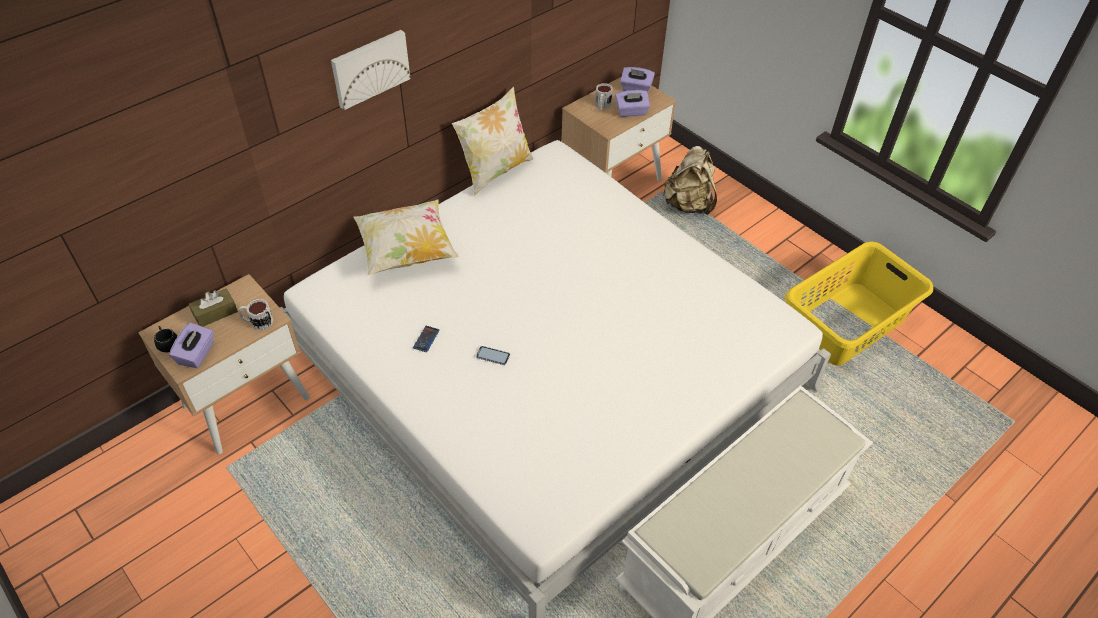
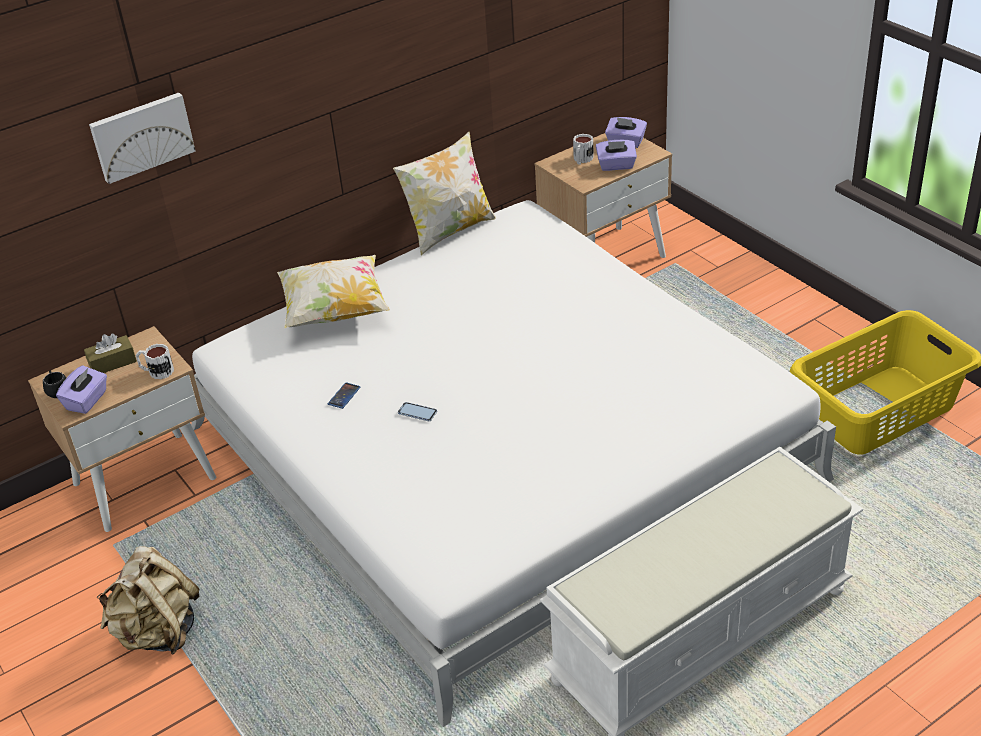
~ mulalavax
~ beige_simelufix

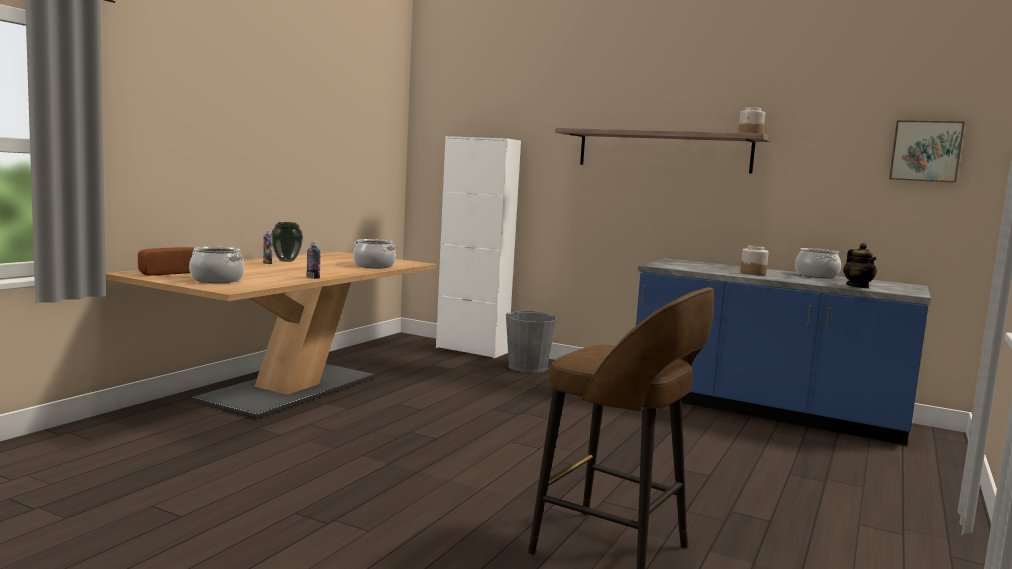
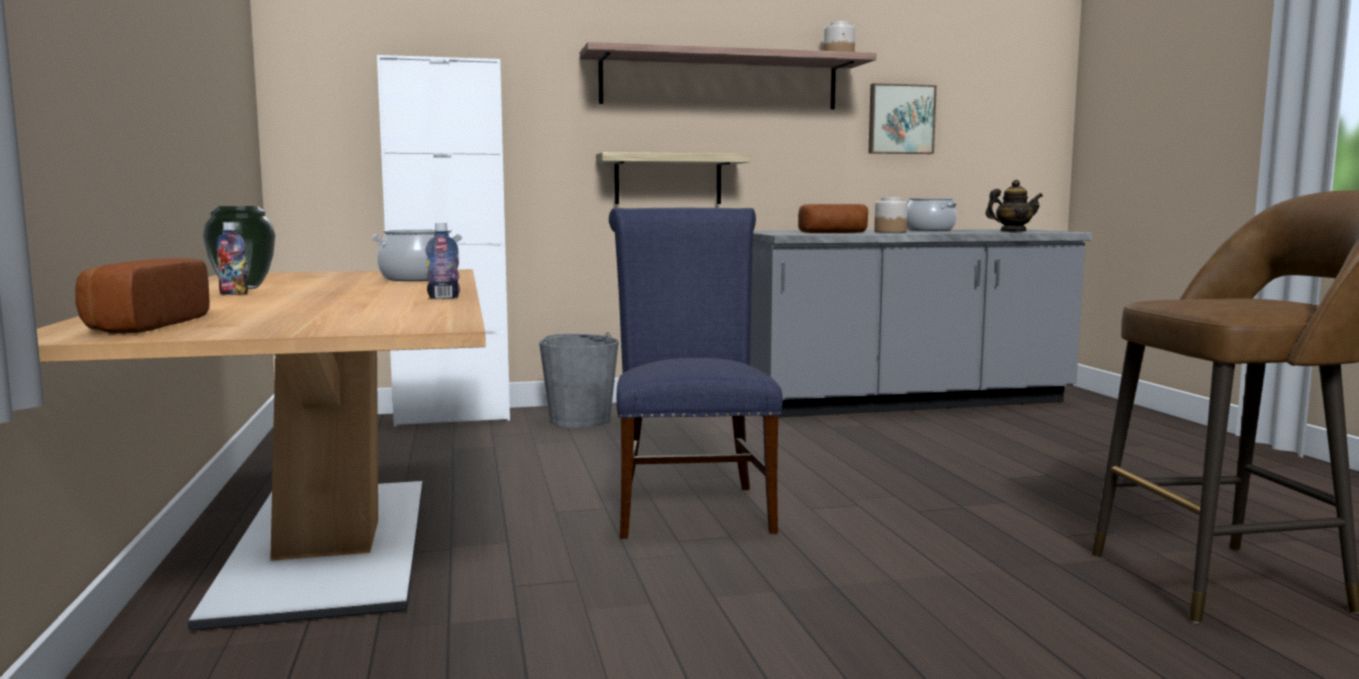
- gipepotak (no. 1 from left)
~ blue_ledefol to grey_ledefol
~ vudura 45 degrees counterclockwise
~ mulalavax
+ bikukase (no. 1 from left)
+ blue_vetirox
+ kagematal (no. 2 from left)

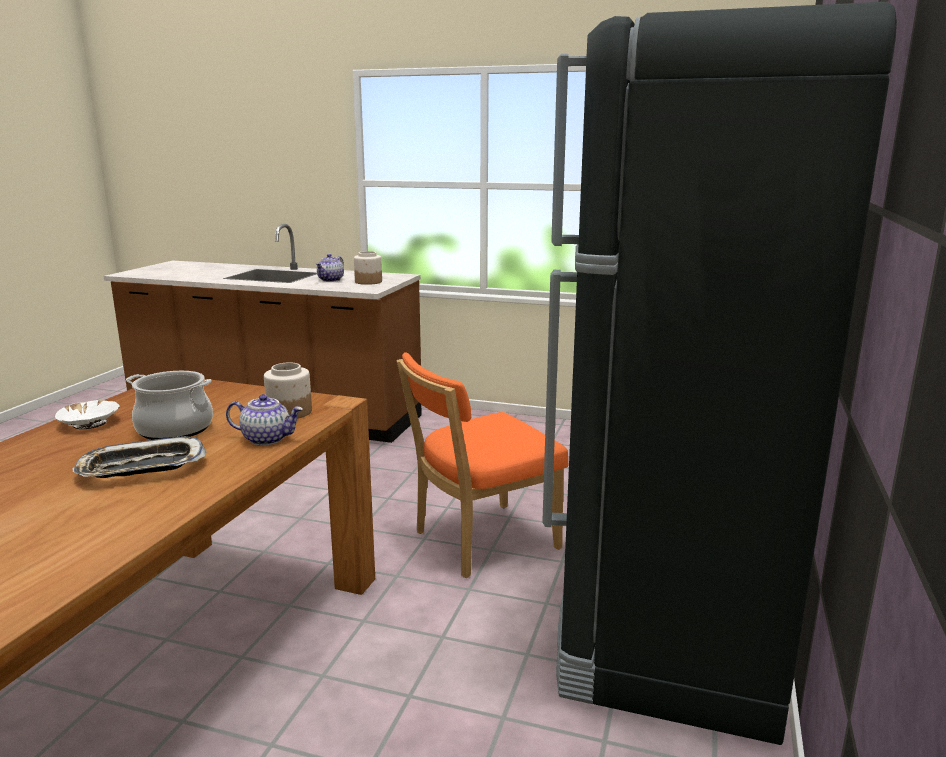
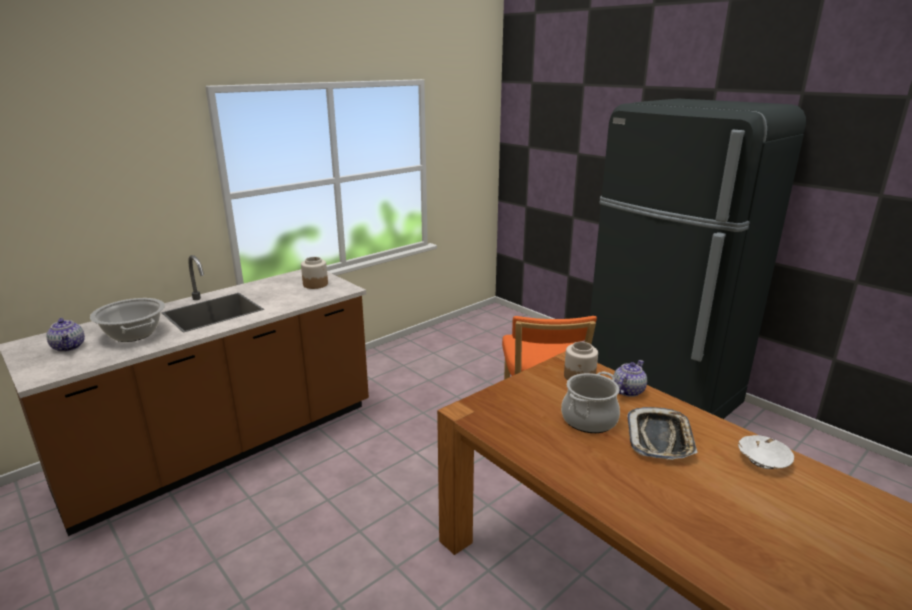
~ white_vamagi
~ vudura (no. 2 from left in the first image) to vudura (no. 1 from left)
+ gipepotak (no. 1 from left)

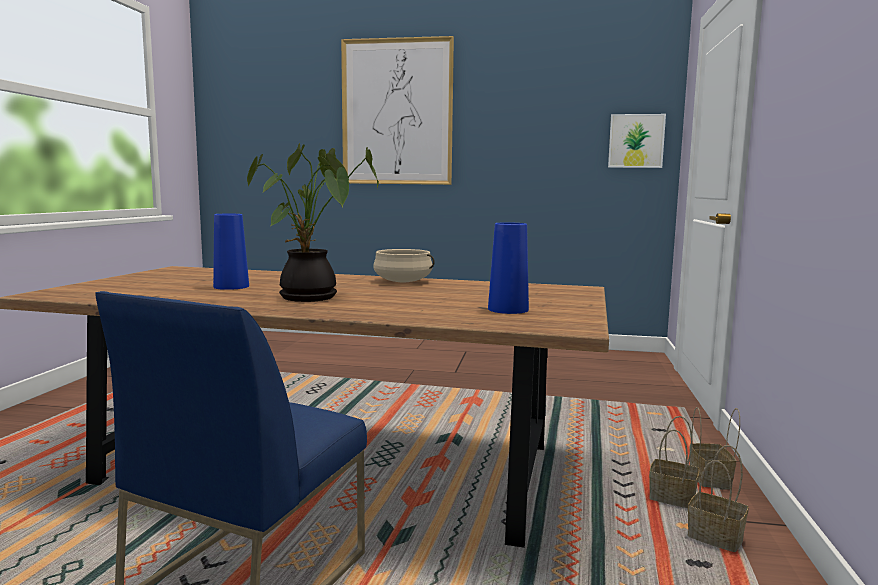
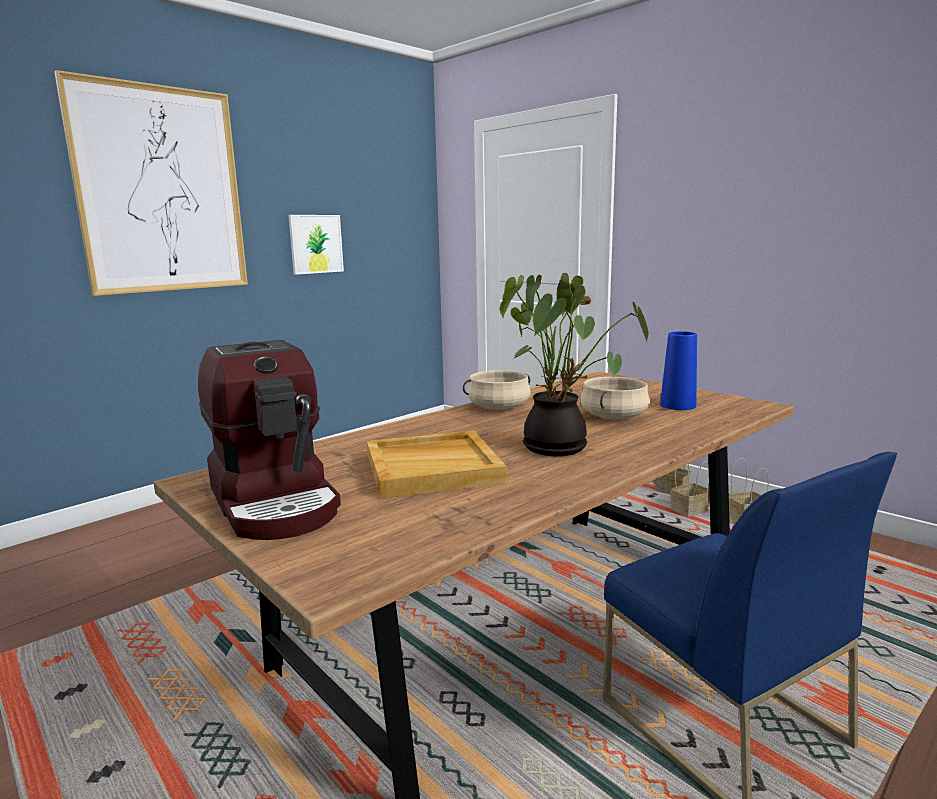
~ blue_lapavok (no. 1 from left) to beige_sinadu
~ mulalavax (no. 2 from left)
+ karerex
+ beige_gipepotak (no. 2 from left)

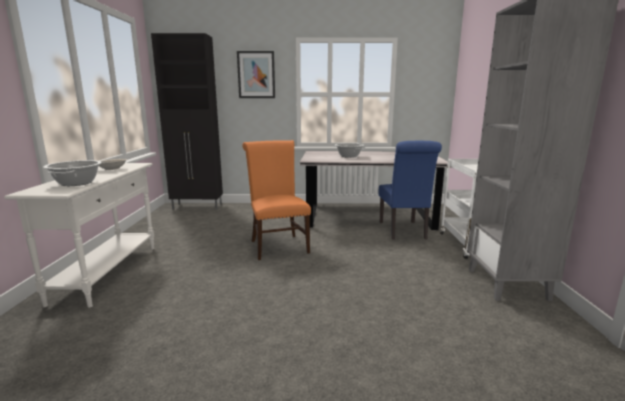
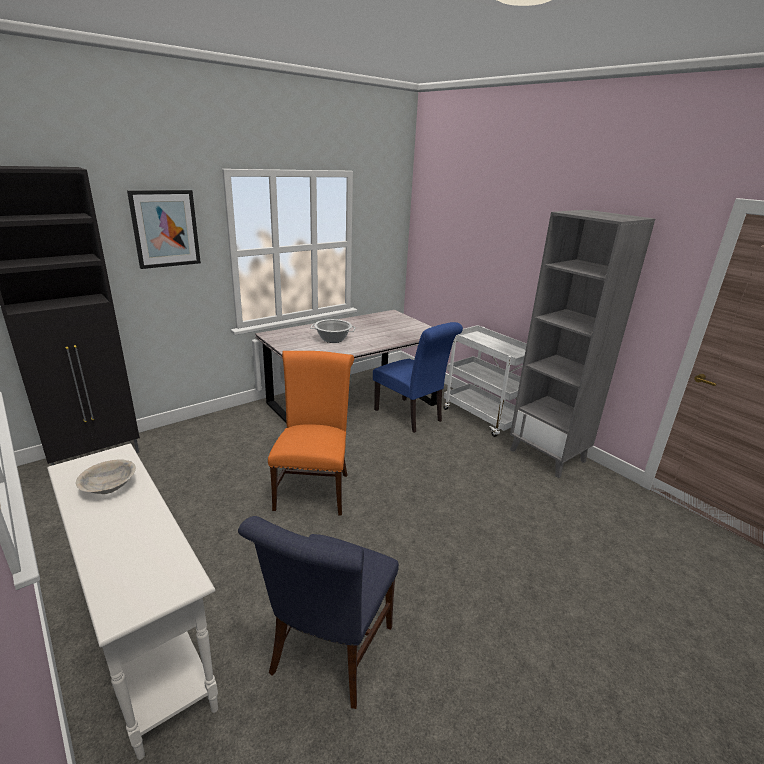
- gipepotak (no. 1 from left)
~ orange_vetirox 60 degrees clockwise
+ blue_vetirox (no. 1 from left)

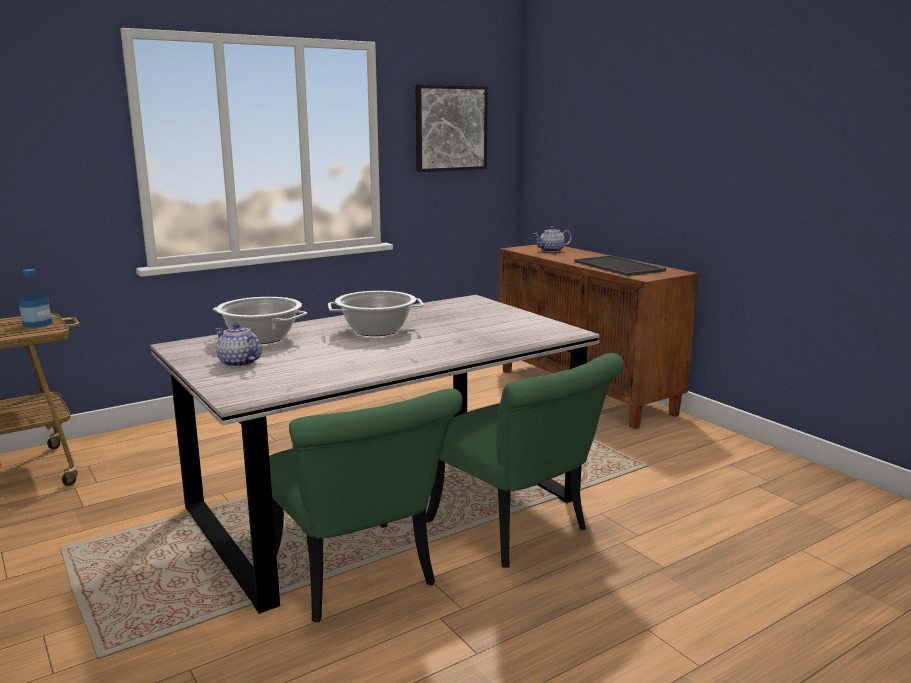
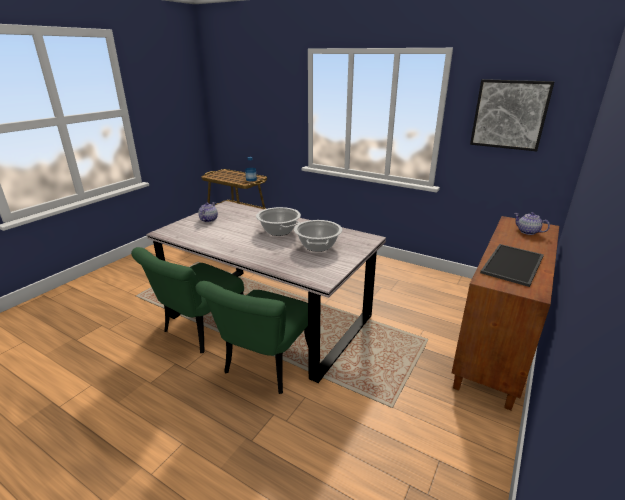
~ gipepotak (no. 1 from left in the first image) to gipepotak (no. 2 from left)

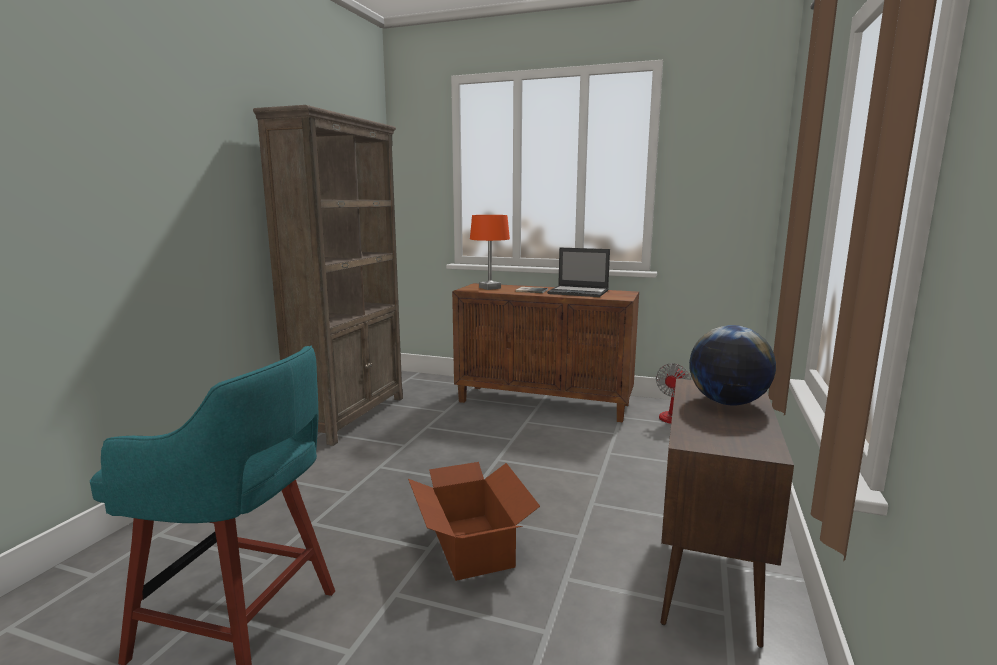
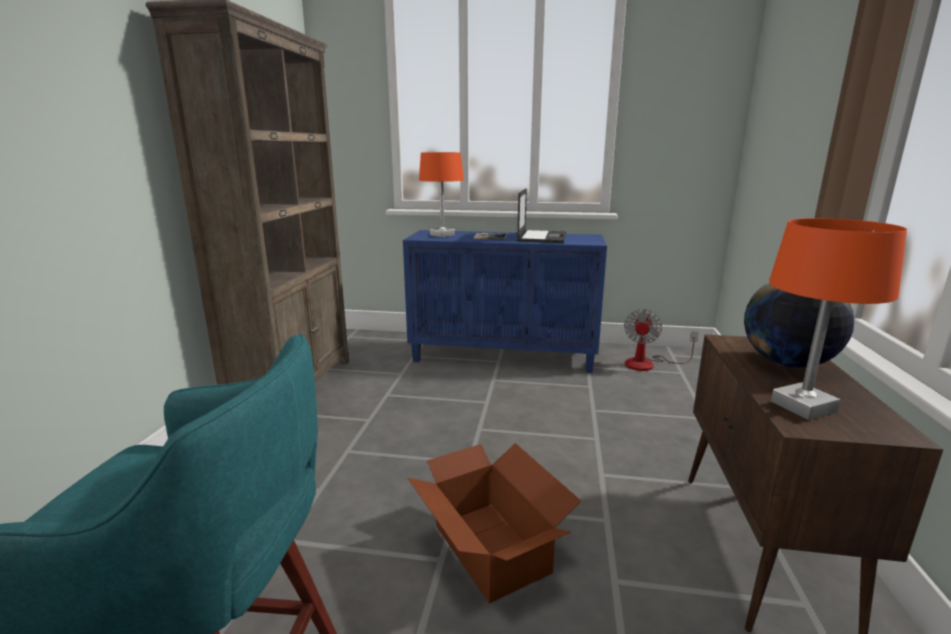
~ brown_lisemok (no. 1 from left) to blue_lisemok
~ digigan 90 degrees counterclockwise
+ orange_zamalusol (no. 2 from left)

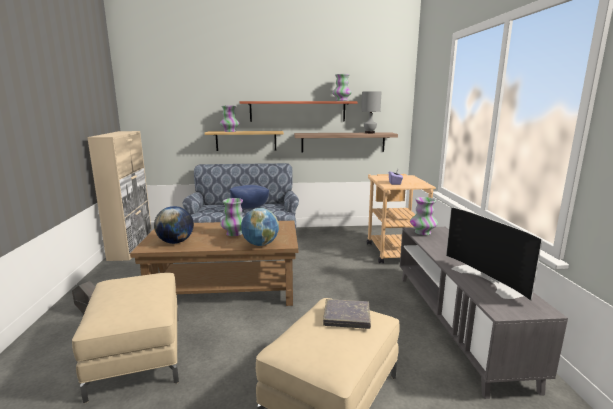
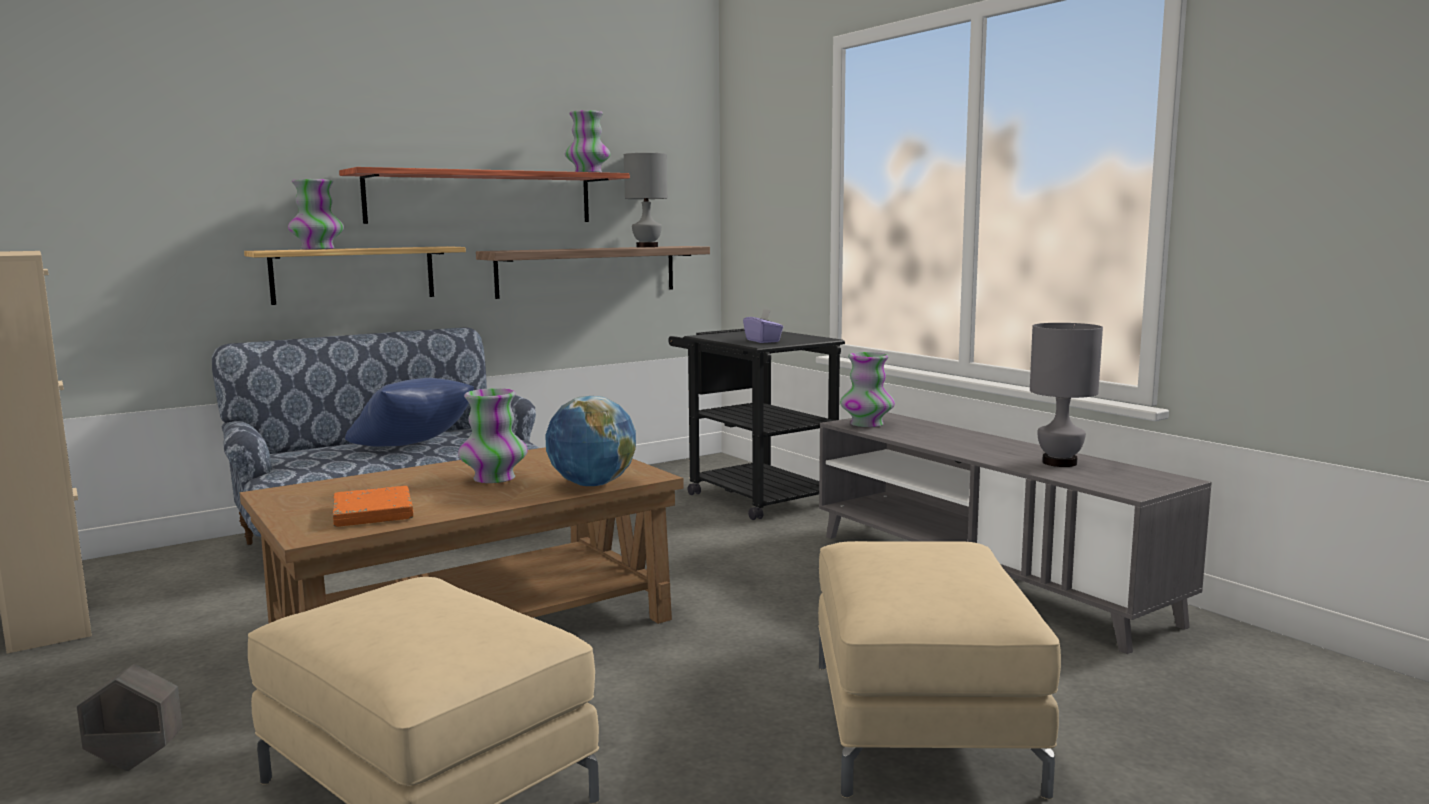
~ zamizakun (no. 1 from left) to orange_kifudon
- grey_kifudon
~ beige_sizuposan to black_sizuposan
~ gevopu to grey_zamalusol (no. 2 from left)

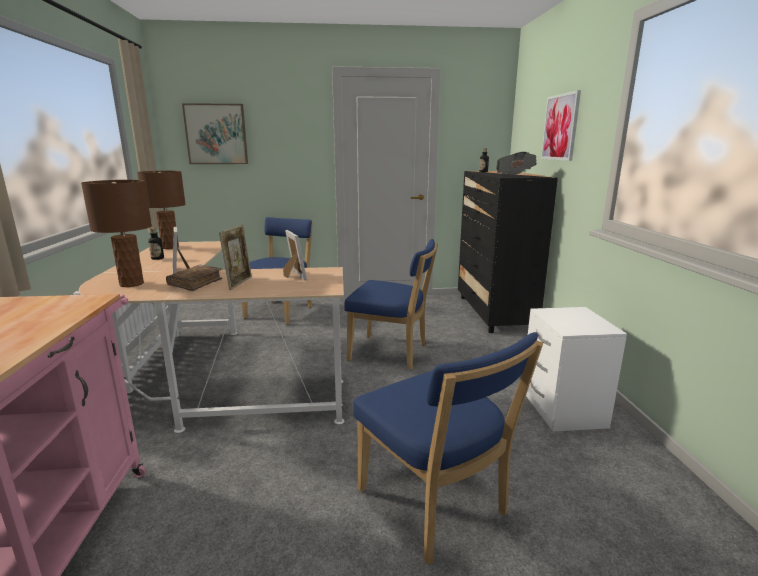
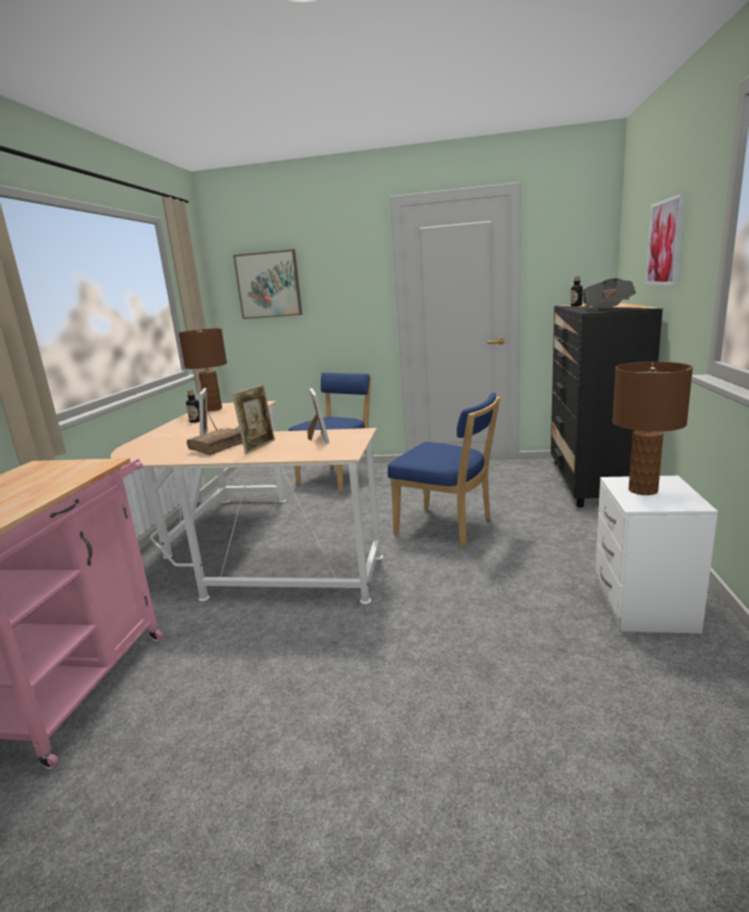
~ brown_zamalusol (no. 1 from left in the first image) to brown_zamalusol (no. 2 from left)
- blue_vetirox (no. 3 from left)

